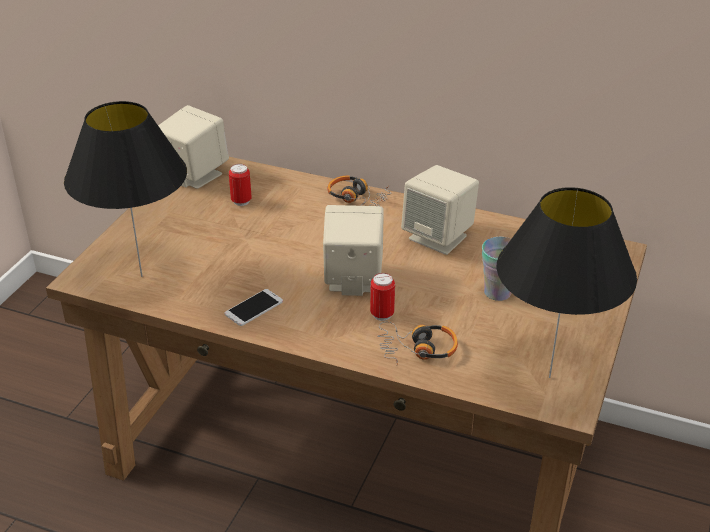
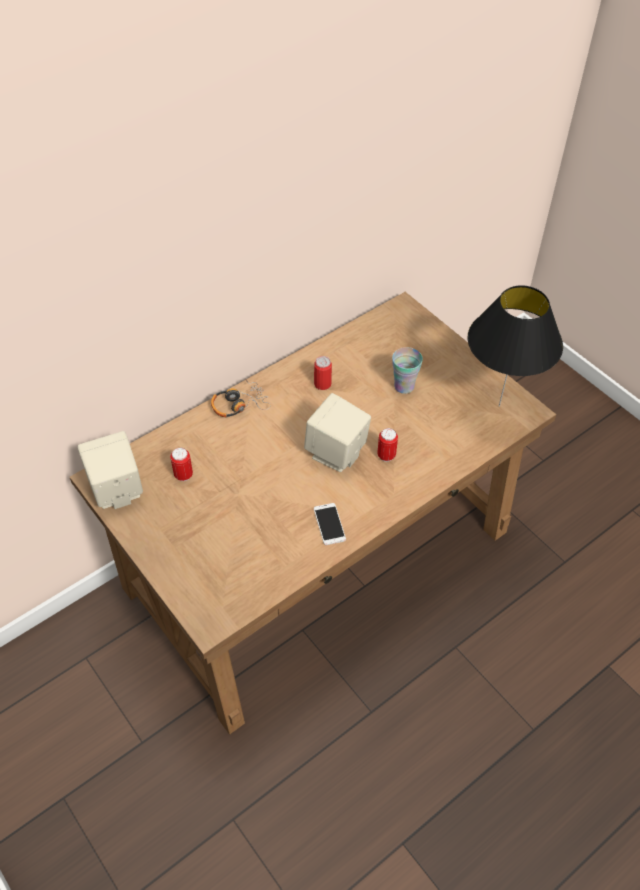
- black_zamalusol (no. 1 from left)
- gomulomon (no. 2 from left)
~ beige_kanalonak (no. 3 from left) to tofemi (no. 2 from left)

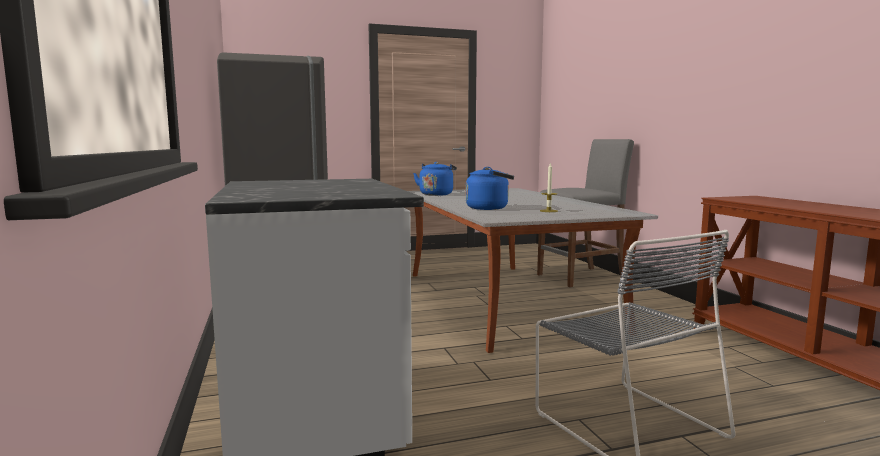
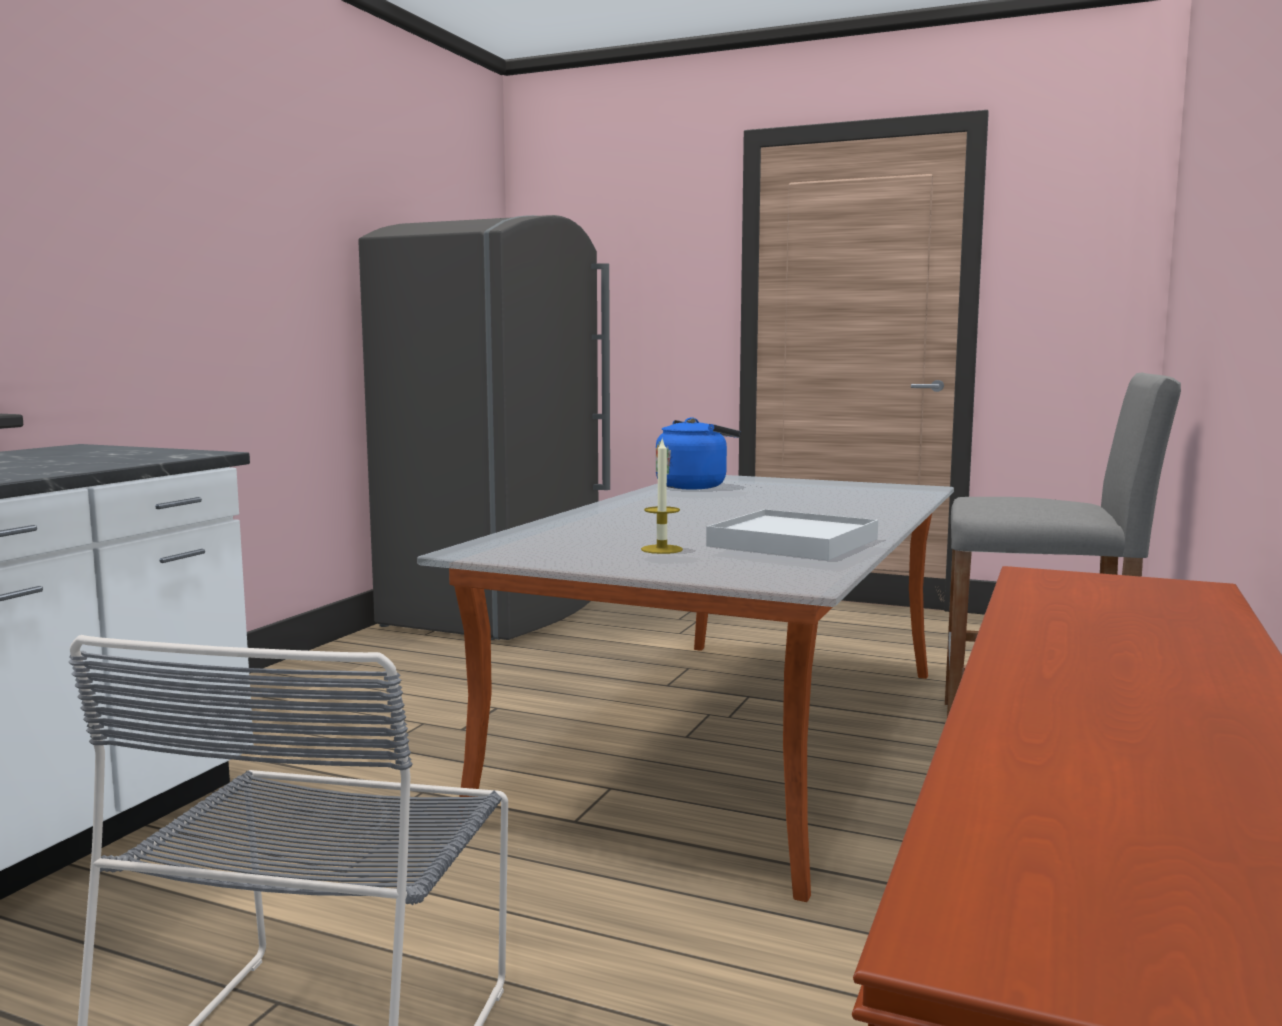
- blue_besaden (no. 2 from left)
+ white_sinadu

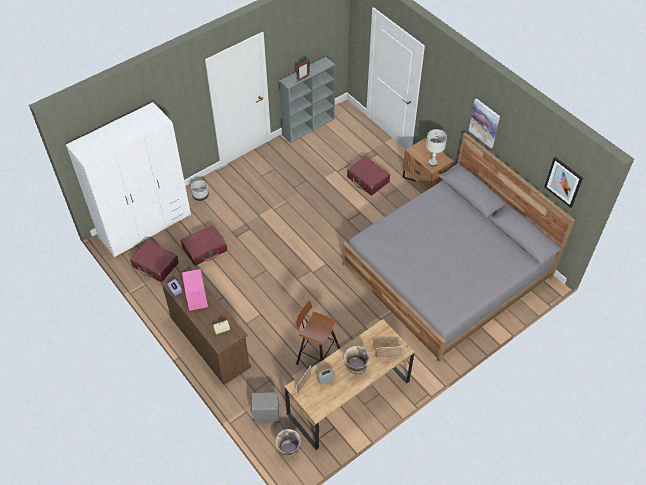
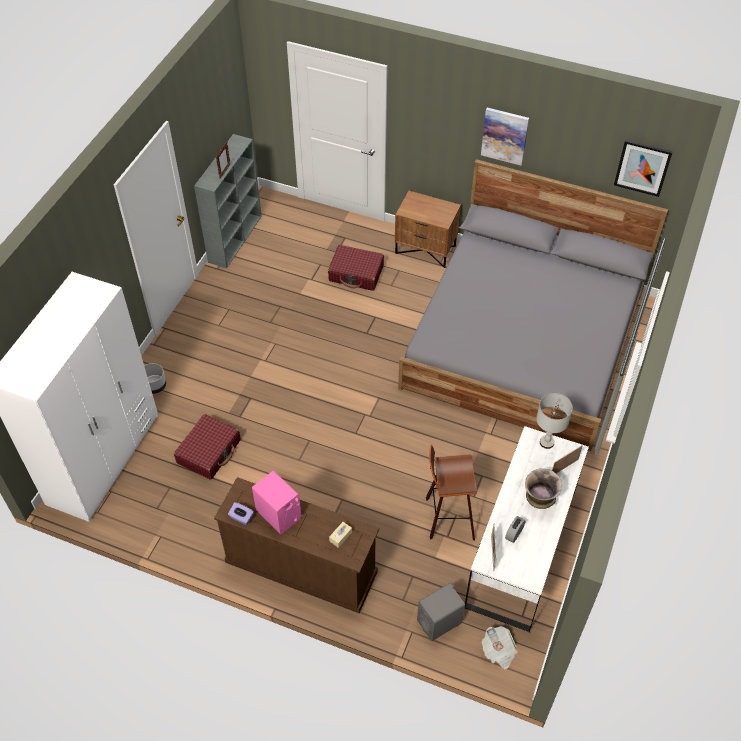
- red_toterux (no. 1 from left)
~ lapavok (no. 1 from left) to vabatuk
~ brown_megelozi to white_megelozi
~ grey_zamalusol

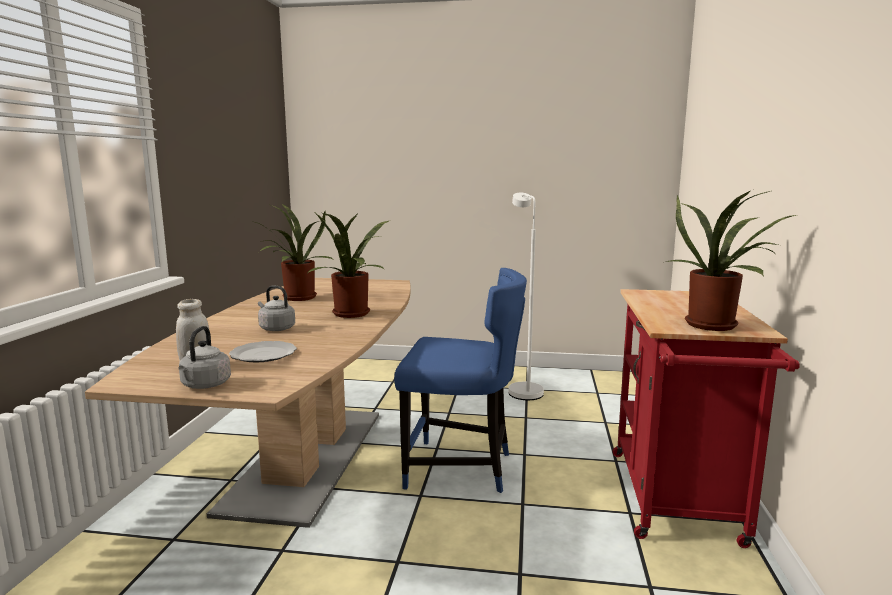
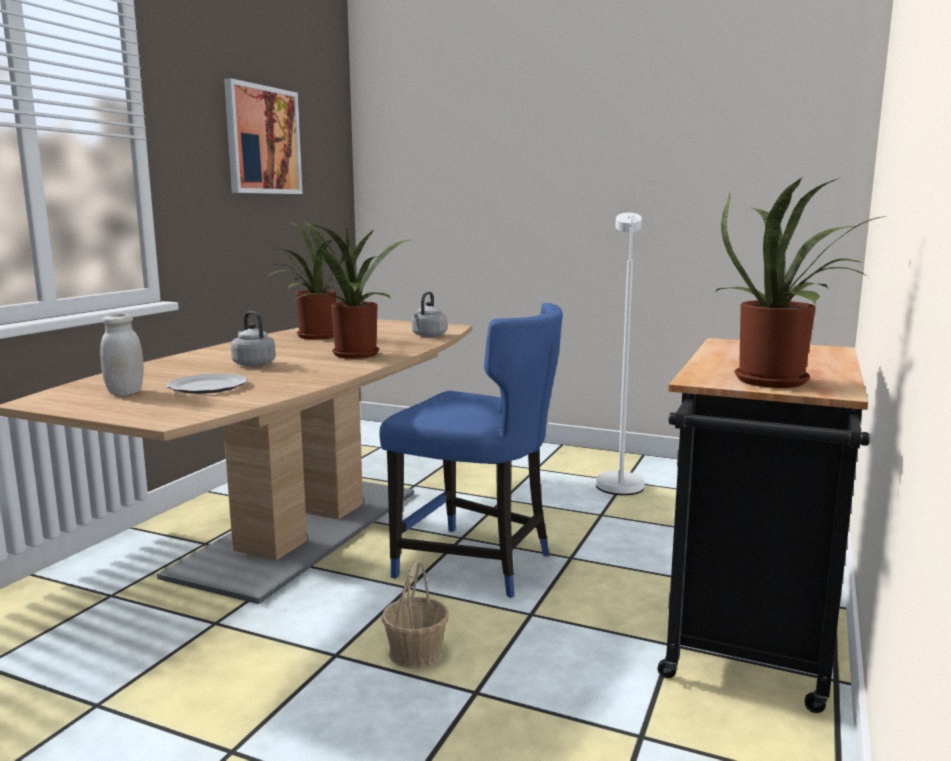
~ grey_besaden (no. 1 from left in the first image) to grey_besaden (no. 2 from left)
~ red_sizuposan to black_sizuposan
+ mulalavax
+ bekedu

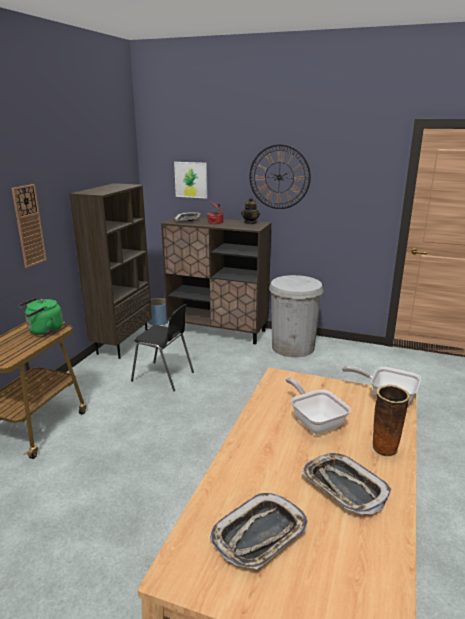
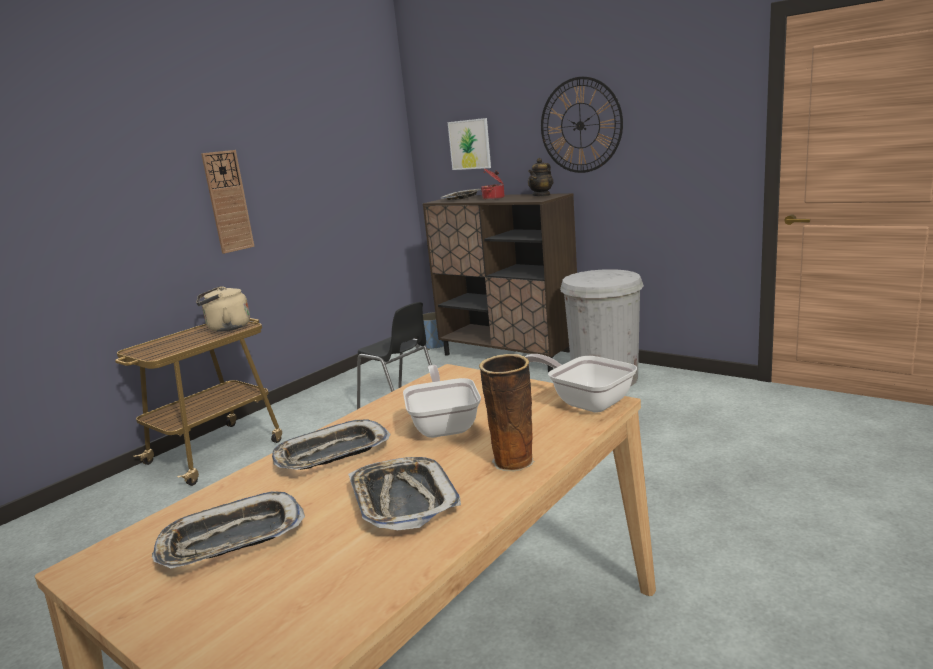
~ green_besaden to beige_besaden
- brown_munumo
+ sinadu (no. 2 from left)

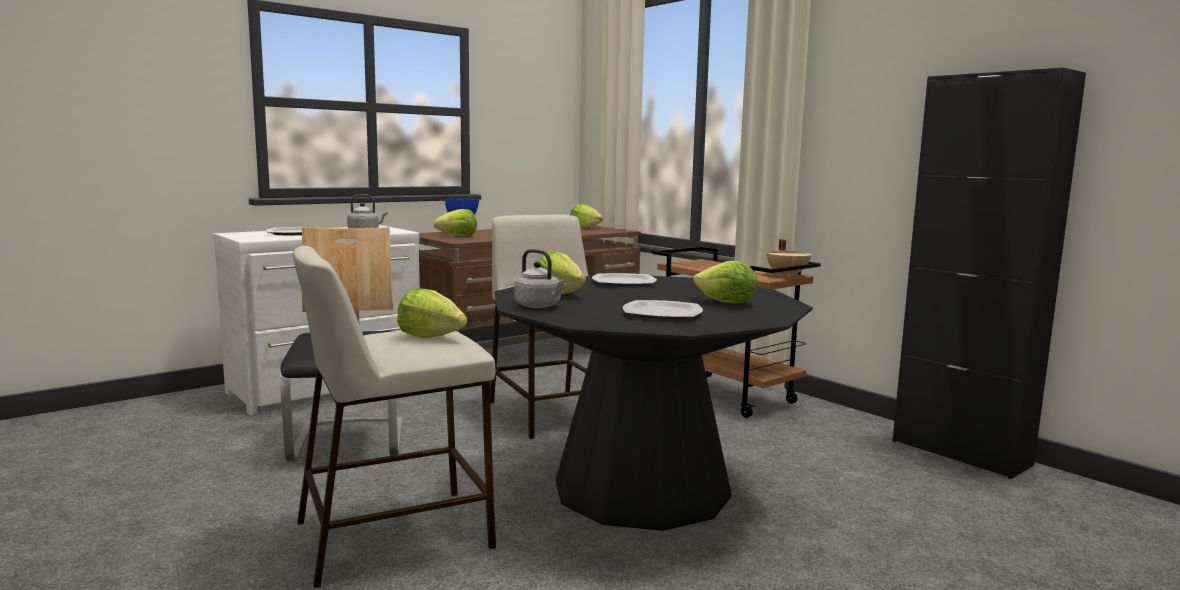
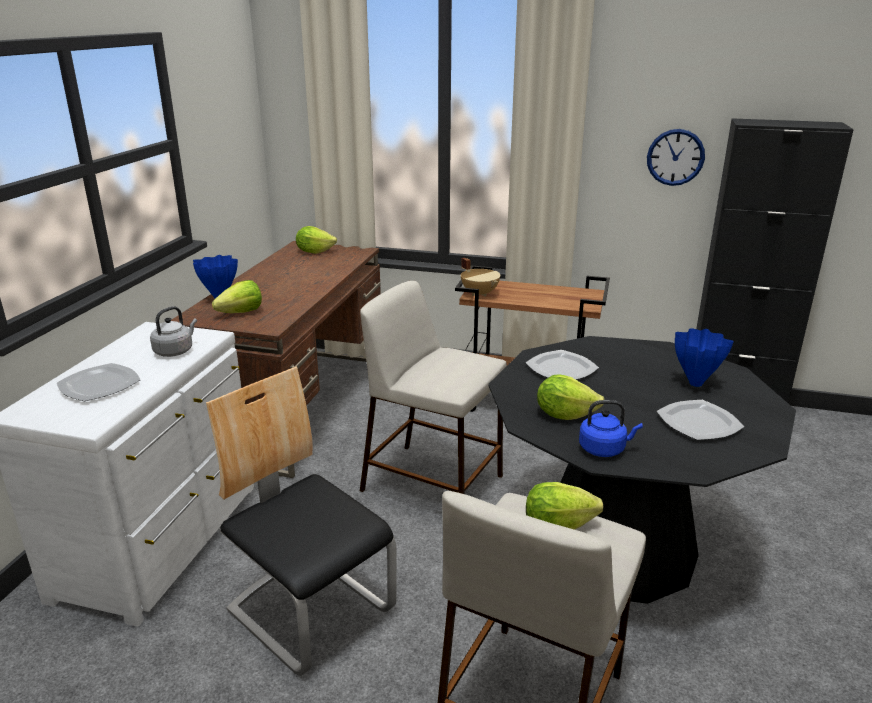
~ grey_besaden (no. 2 from left) to blue_besaden
~ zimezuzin (no. 5 from left) to blue_lapavok (no. 2 from left)
~ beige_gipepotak
+ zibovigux

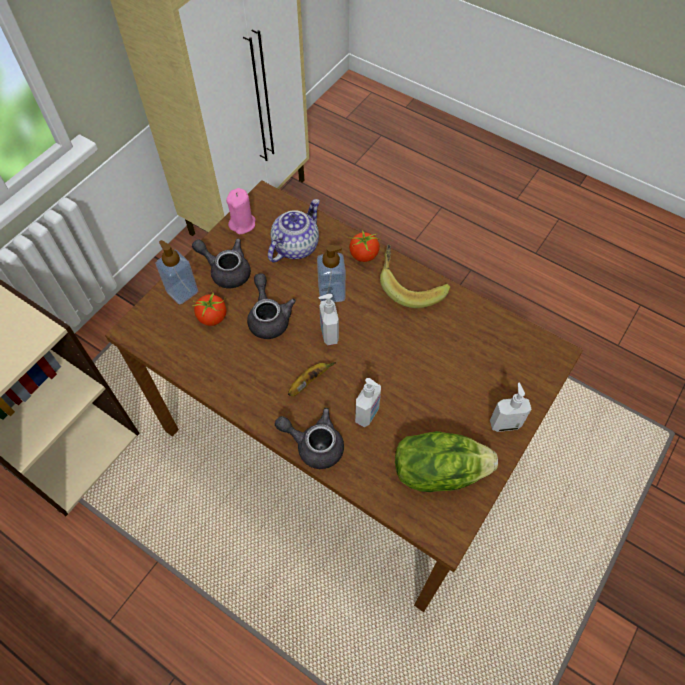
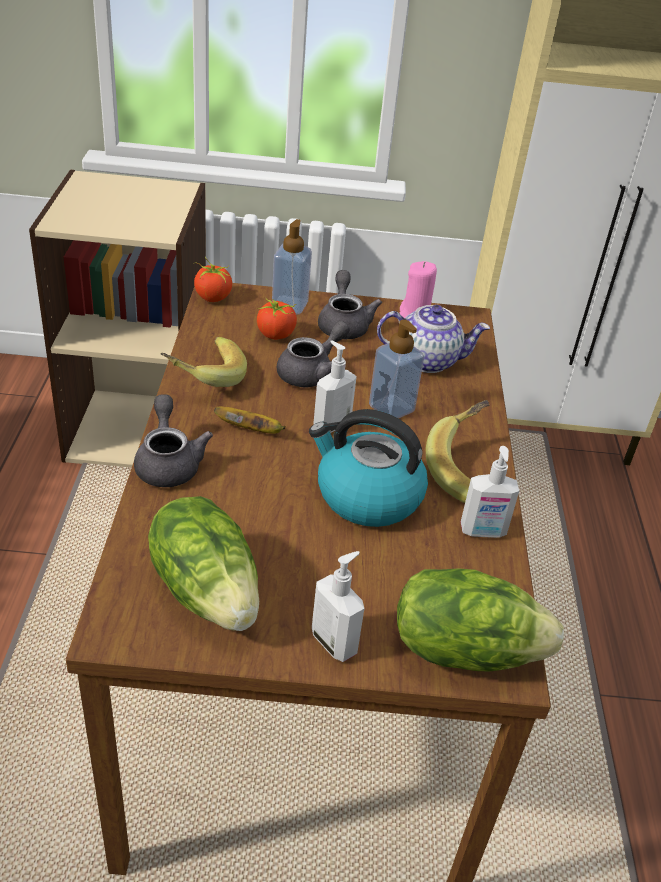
~ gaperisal (no. 2 from left in the first image) to gaperisal (no. 1 from left)
~ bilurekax (no. 4 from left in the first image) to bilurekax (no. 5 from left)
+ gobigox (no. 1 from left)
+ besaden
+ zimezuzin (no. 2 from left)

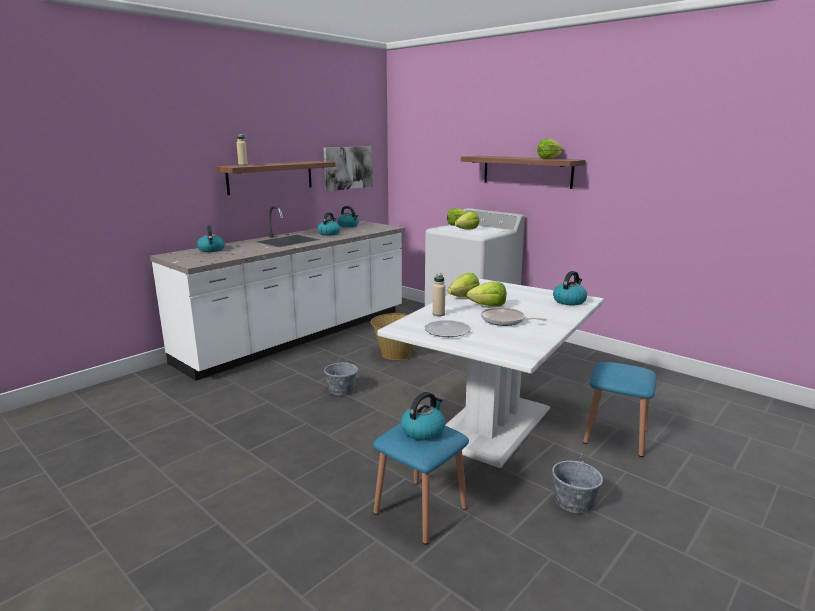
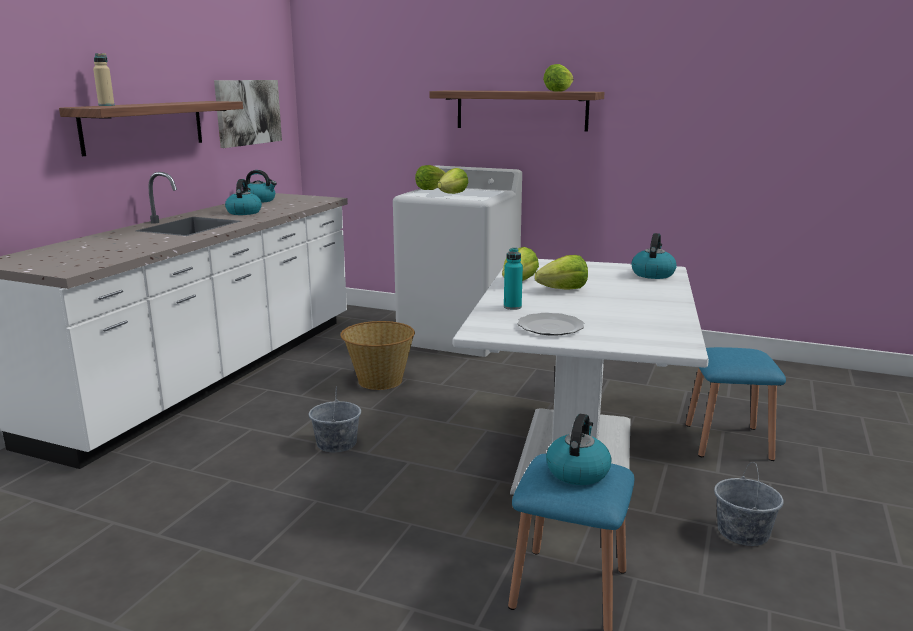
- besaden (no. 1 from left)
~ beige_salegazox (no. 2 from left) to turquoise_salegazox
- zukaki

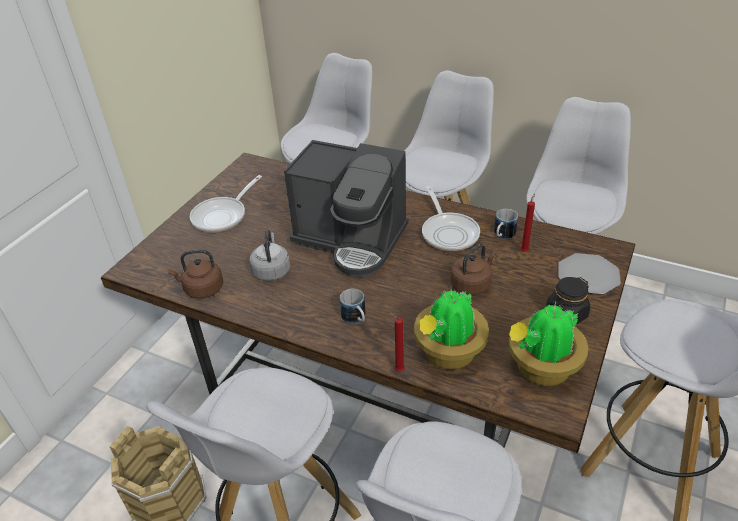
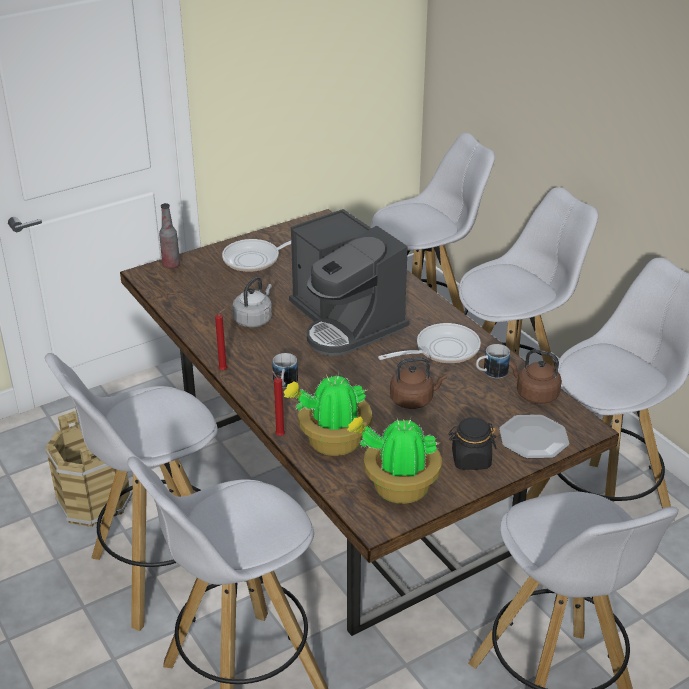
~ brown_besaden (no. 1 from left in the first image) to brown_besaden (no. 2 from left)
~ zukaki (no. 2 from left) 135 degrees counterclockwise
~ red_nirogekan (no. 2 from left in the first image) to red_nirogekan (no. 1 from left)
+ salegazox

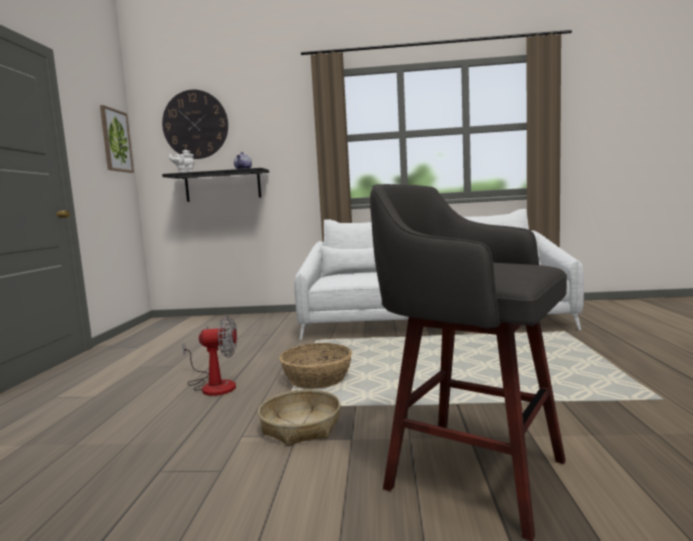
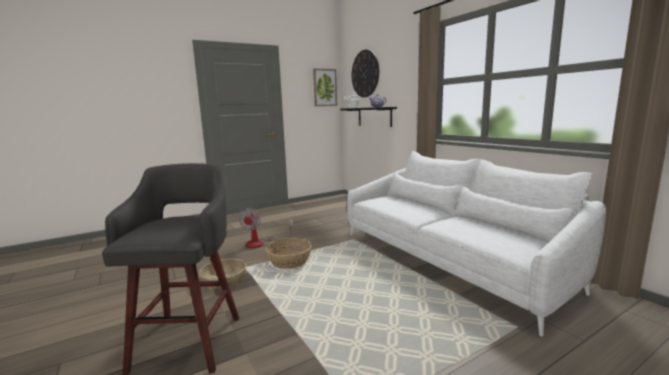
~ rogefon 45 degrees clockwise

